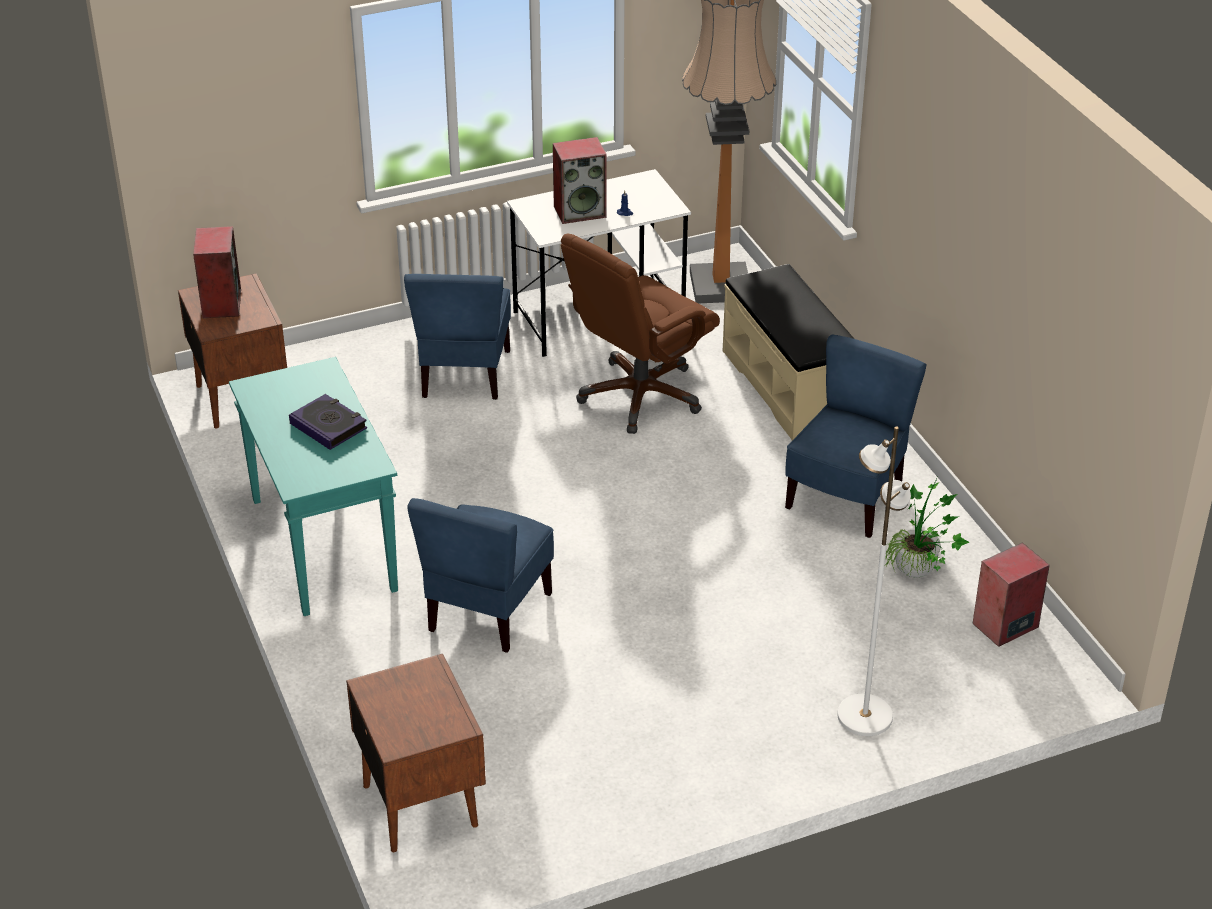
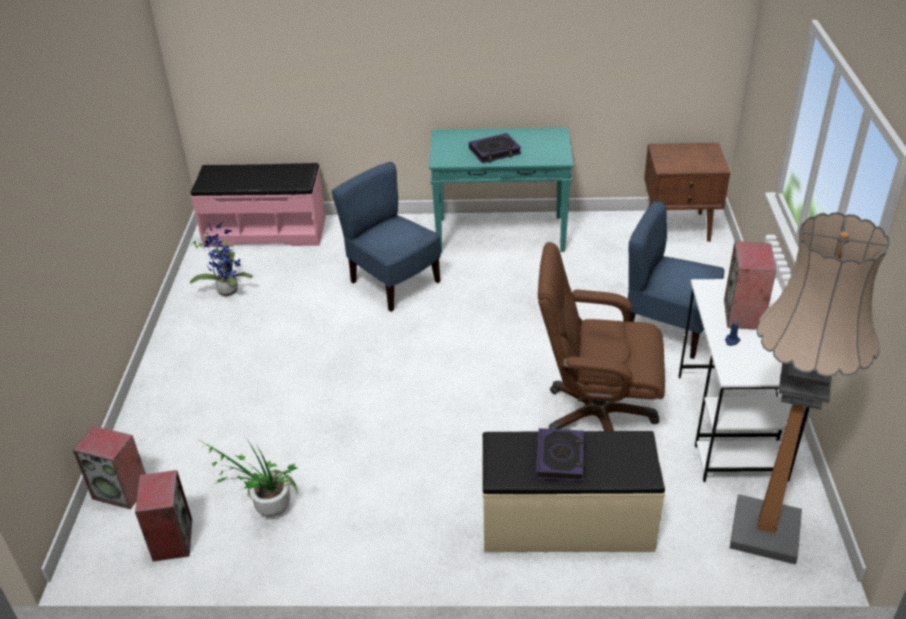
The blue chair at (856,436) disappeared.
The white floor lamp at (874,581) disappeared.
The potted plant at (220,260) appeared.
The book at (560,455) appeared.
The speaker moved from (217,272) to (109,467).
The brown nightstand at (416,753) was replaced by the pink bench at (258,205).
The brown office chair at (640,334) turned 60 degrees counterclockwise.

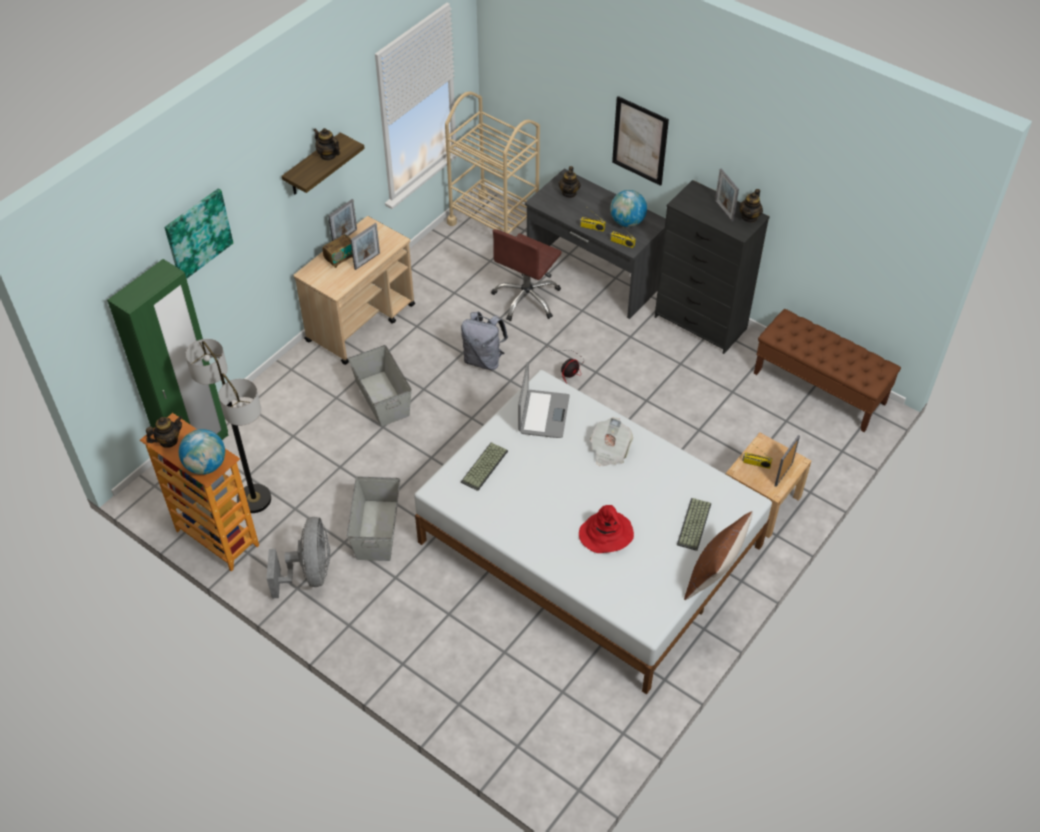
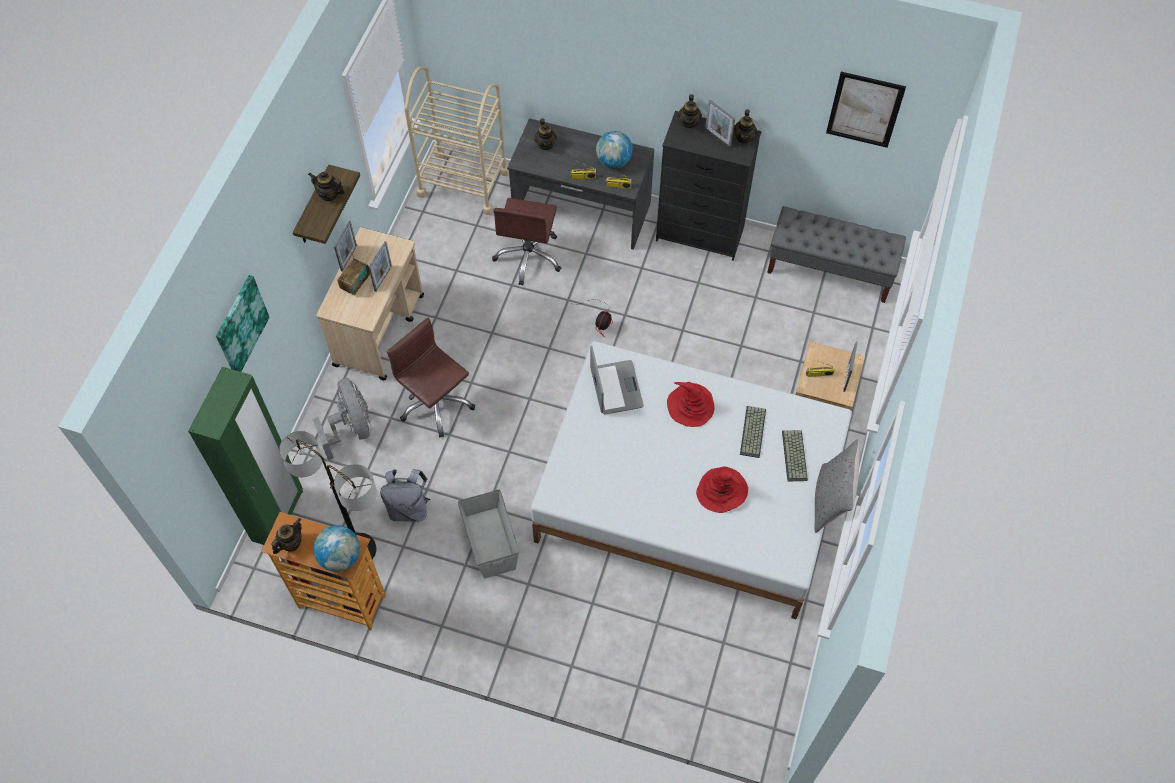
The teapot at (690,111) appeared.
The grey fan moved from (298,557) to (342,419).
The grey backpack moved from (484,341) to (405,495).
The keyboard moved from (484,467) to (753,432).
The picture moved from (640,141) to (866,110).
The grey storage box at (380,385) was replaced by the brown office chair at (431,377).
The newspaper at (611,441) was replaced by the red hat at (691,404).
The brown pillow at (718,556) became the grey pillow at (837,486).
The brown bench at (827,370) became the grey bench at (836,254).

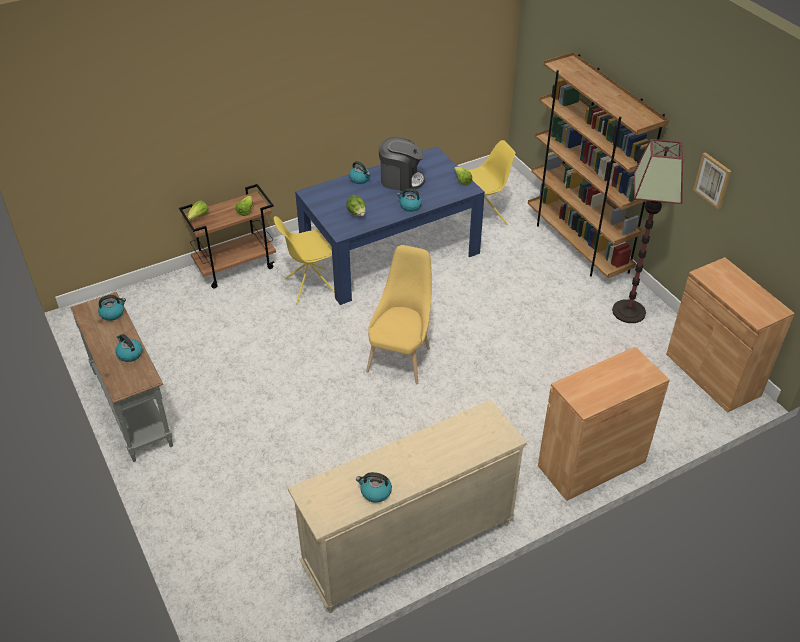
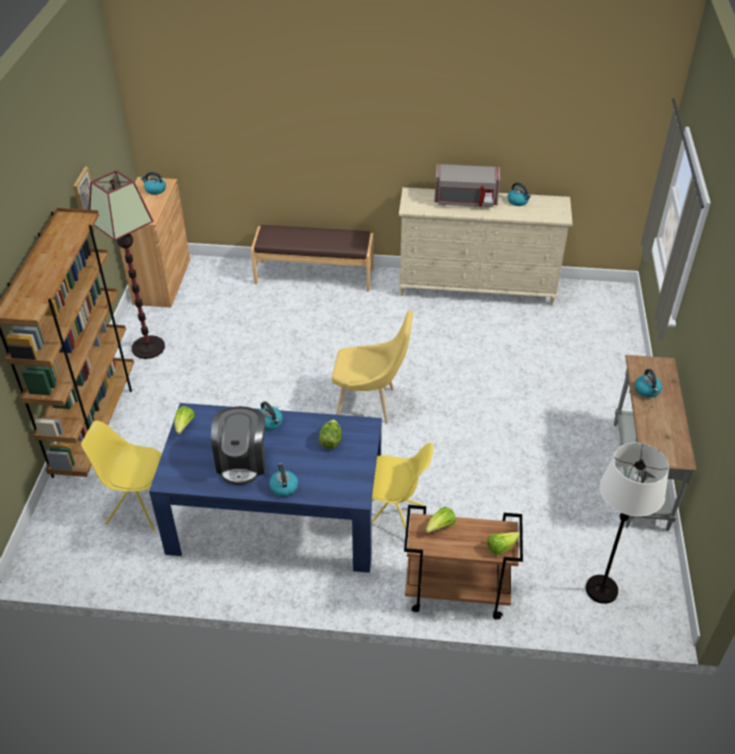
The grey microwave at (467,185) appeared.
The white floor lamp at (627,523) appeared.
The kettle moved from (112,308) to (153,183).
The brown cabinet at (603,424) was replaced by the brown bench at (312,258).
The yellow chair at (399,314) turned 135 degrees counterclockwise.
The coffee machine at (402,164) turned 135 degrees counterclockwise.

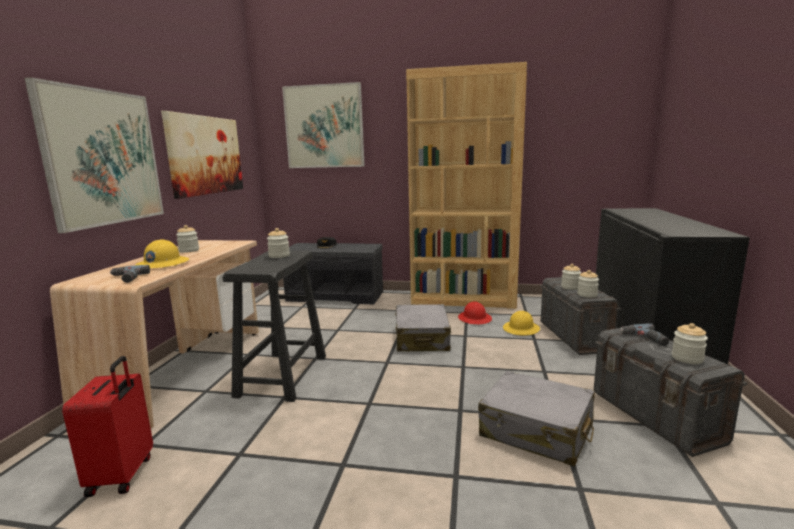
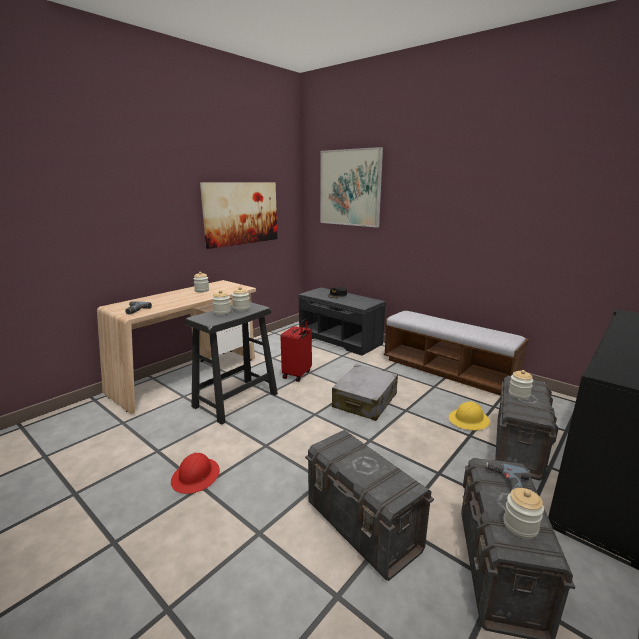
The picture at (94,155) disappeared.
The yellow hard hat at (162,253) disappeared.
The red suitcase moved from (107,426) to (296,350).
The red hard hat moved from (475,312) to (195,473).
The jar moved from (588,284) to (221,302).
The brown bookcase at (466,185) was replaced by the bench at (456,353).
The grey suitcase at (536,418) was replaced by the grey storage box at (369,505).

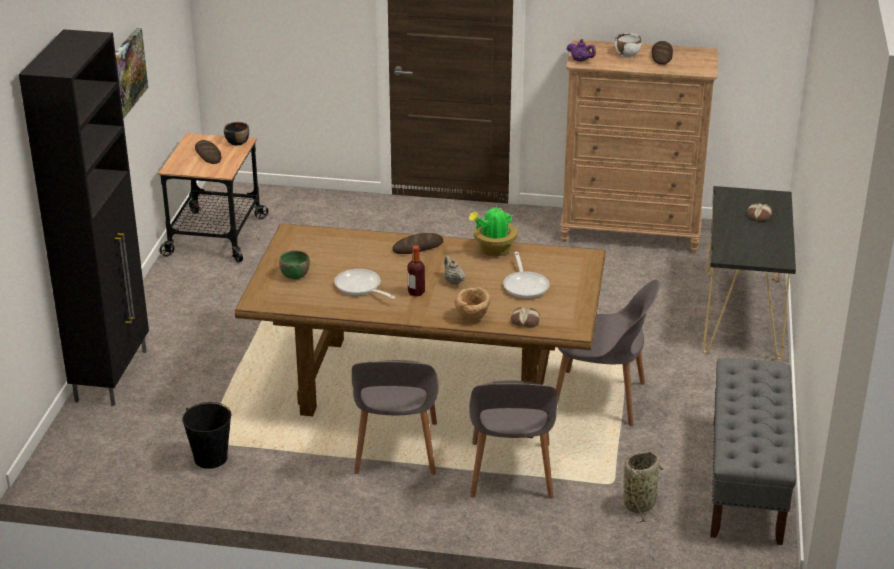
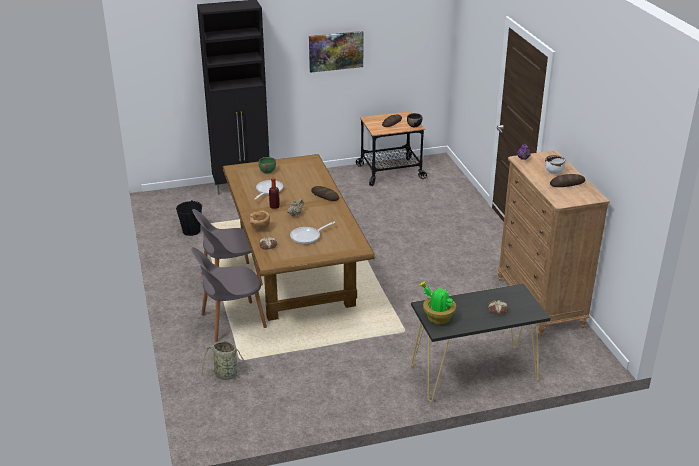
The grey chair at (608,352) disappeared.
The grey bench at (753,451) disappeared.
The potted plant moved from (493,231) to (437,302).

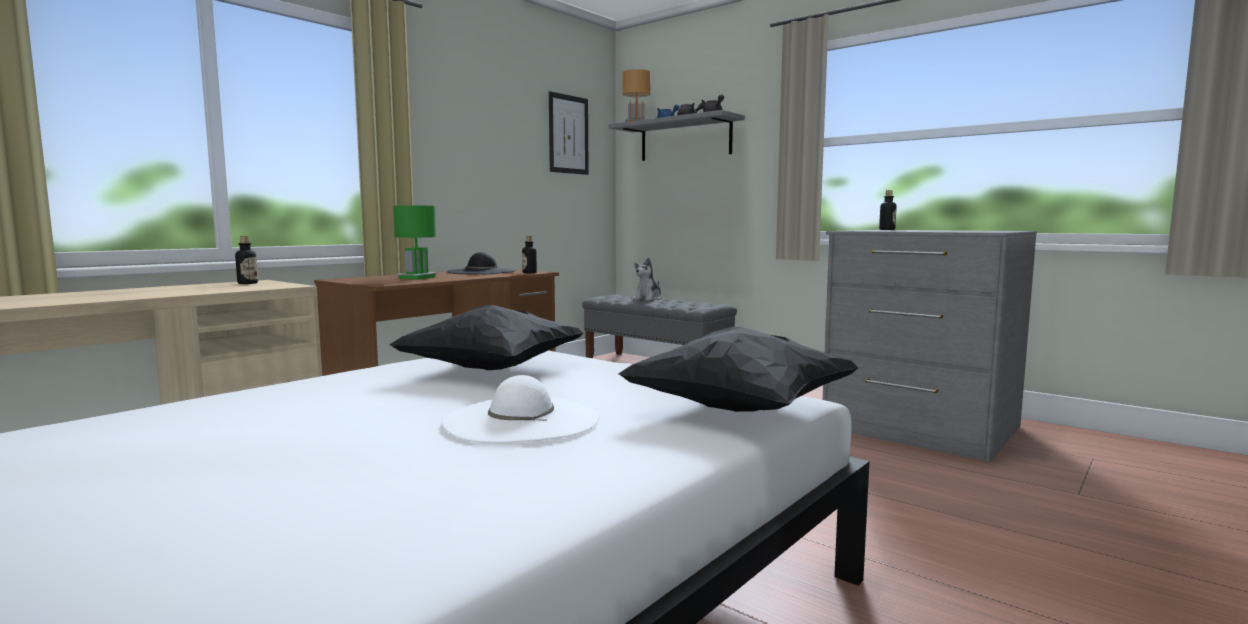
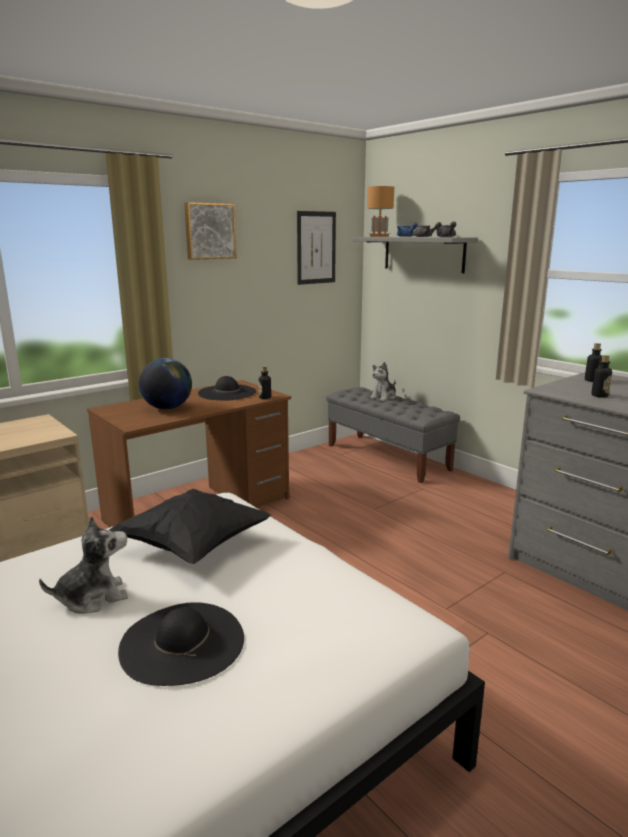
The black pillow at (739,369) disappeared.
The plush toy at (83,564) appeared.
The picture at (210,231) appeared.
The bottle moved from (246,260) to (601,376).
The green table lamp at (415,242) was replaced by the globe at (165,383).
The white hat at (520,409) became the black hat at (181,644).

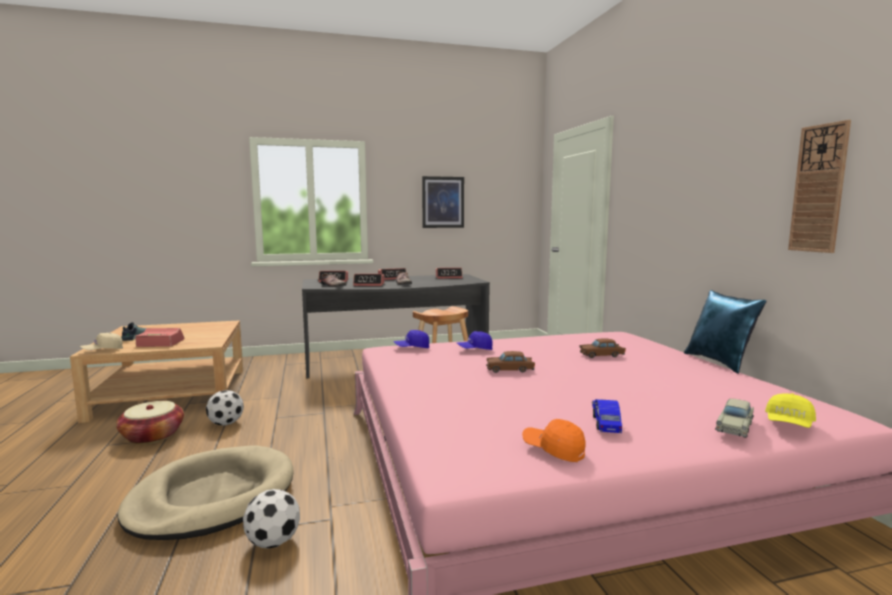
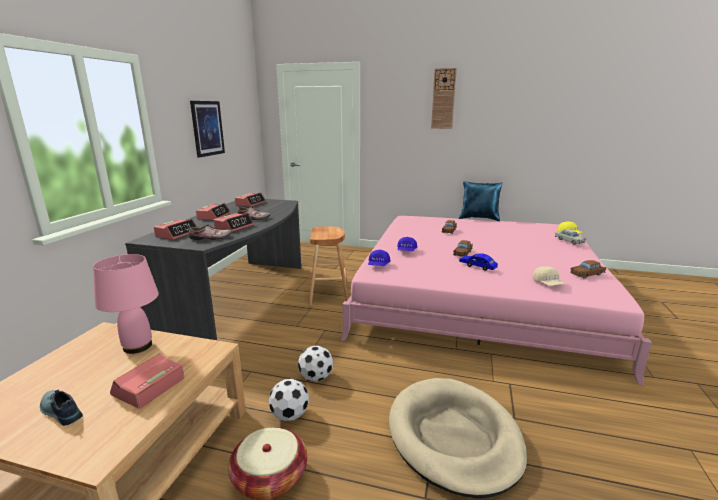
The pink table lamp at (126,304) appeared.
The beige cap moved from (101,341) to (548,276).
The football moved from (271,518) to (315,364).
The blue toy car moved from (607,416) to (478,262).
The wall clock moved from (819,186) to (444,98).
The orange cap at (554,440) was replaced by the brown toy car at (588,269).

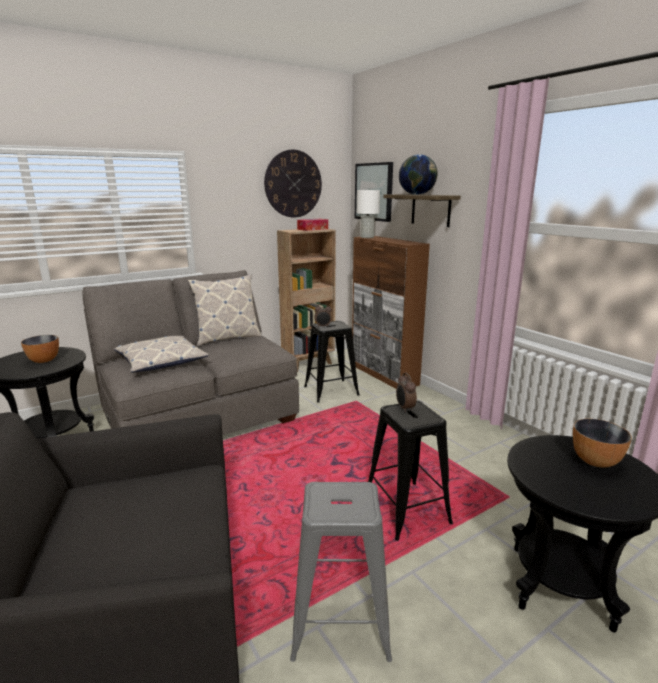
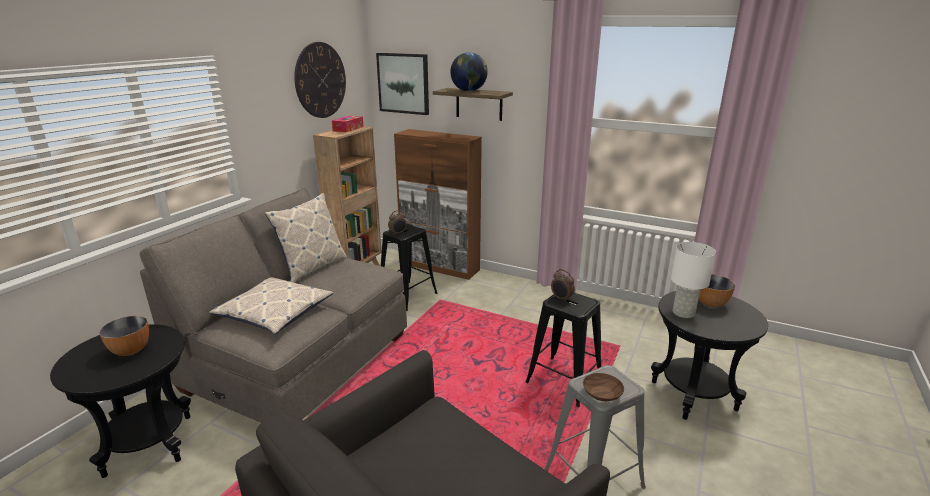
The brown bowl at (603,387) appeared.
The white table lamp moved from (368,214) to (693,280).

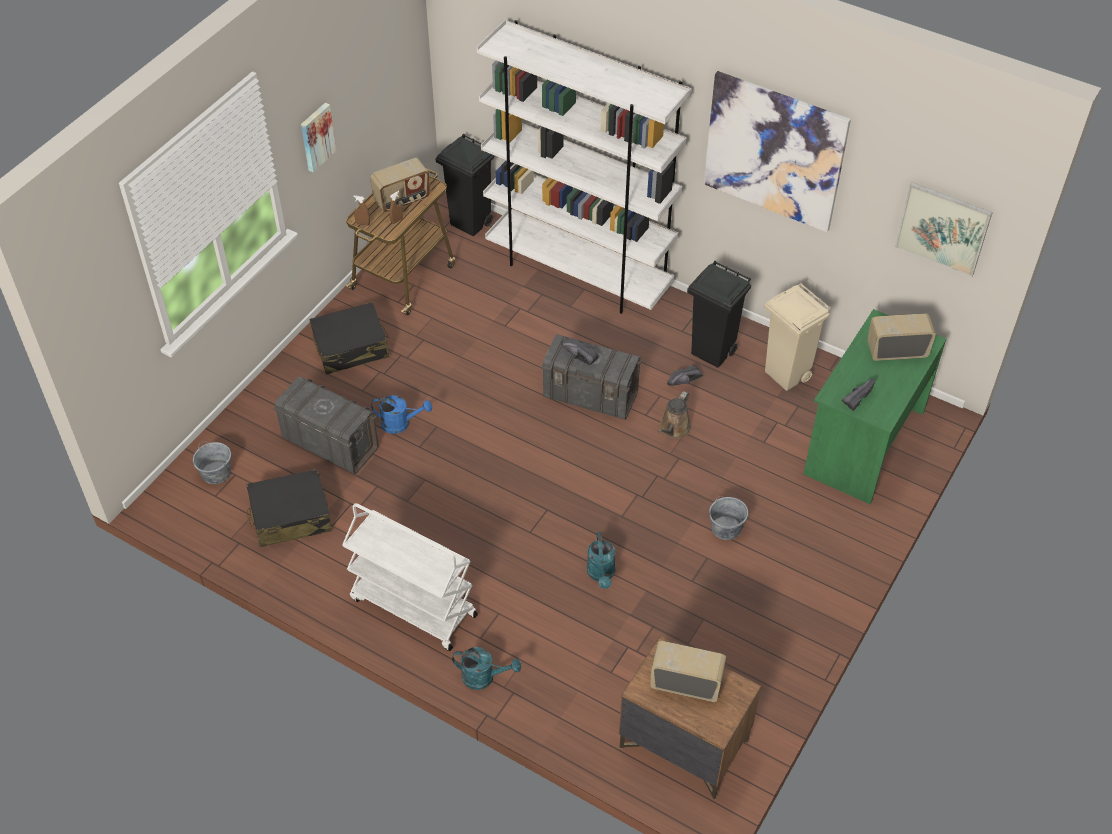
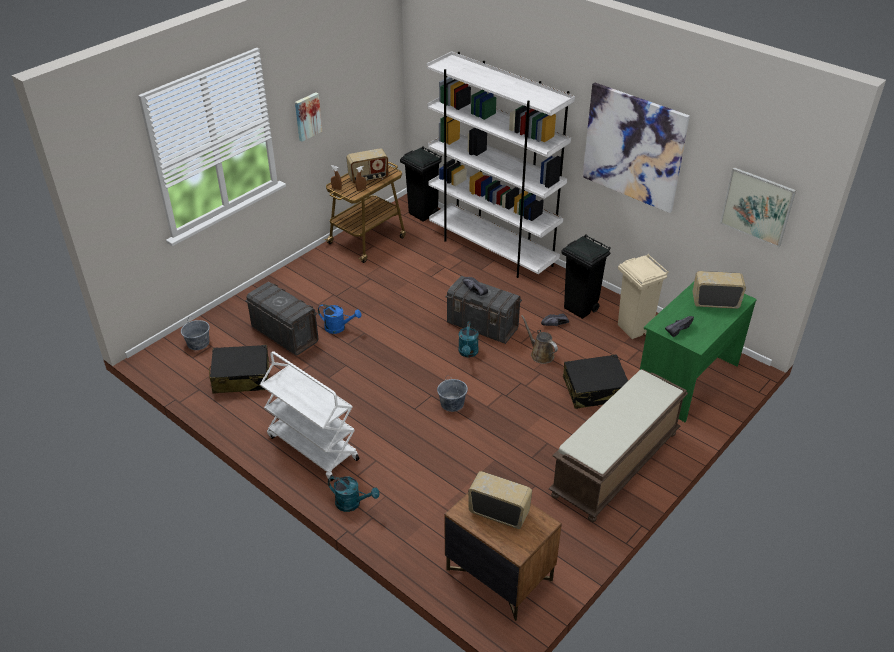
The brown bench at (618,445) appeared.
The black suitcase moved from (349,338) to (595,381).
The turquoise watering can moved from (601,560) to (468,339).
The grey bucket moved from (728,518) to (452,393).
The brown watering can at (674,414) turned 105 degrees clockwise.

